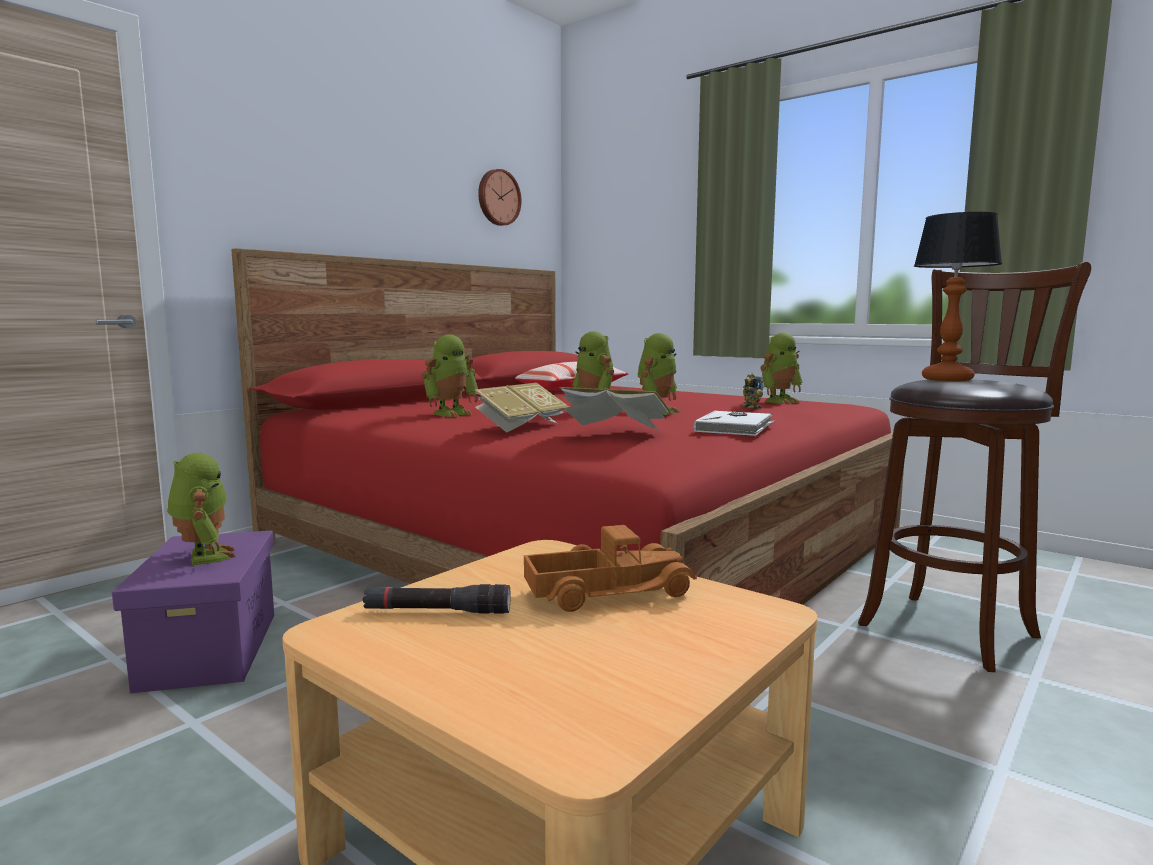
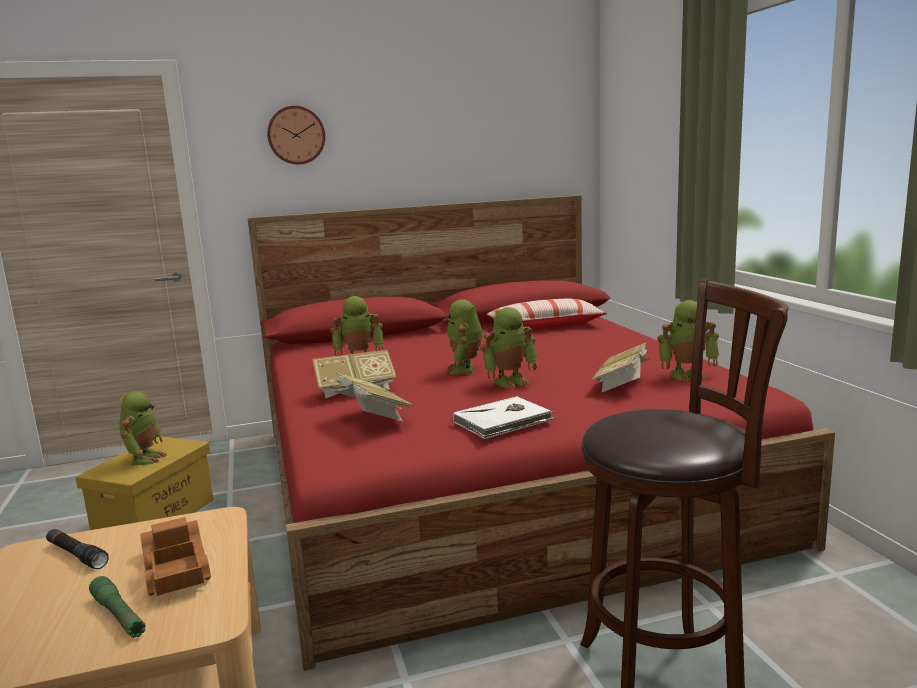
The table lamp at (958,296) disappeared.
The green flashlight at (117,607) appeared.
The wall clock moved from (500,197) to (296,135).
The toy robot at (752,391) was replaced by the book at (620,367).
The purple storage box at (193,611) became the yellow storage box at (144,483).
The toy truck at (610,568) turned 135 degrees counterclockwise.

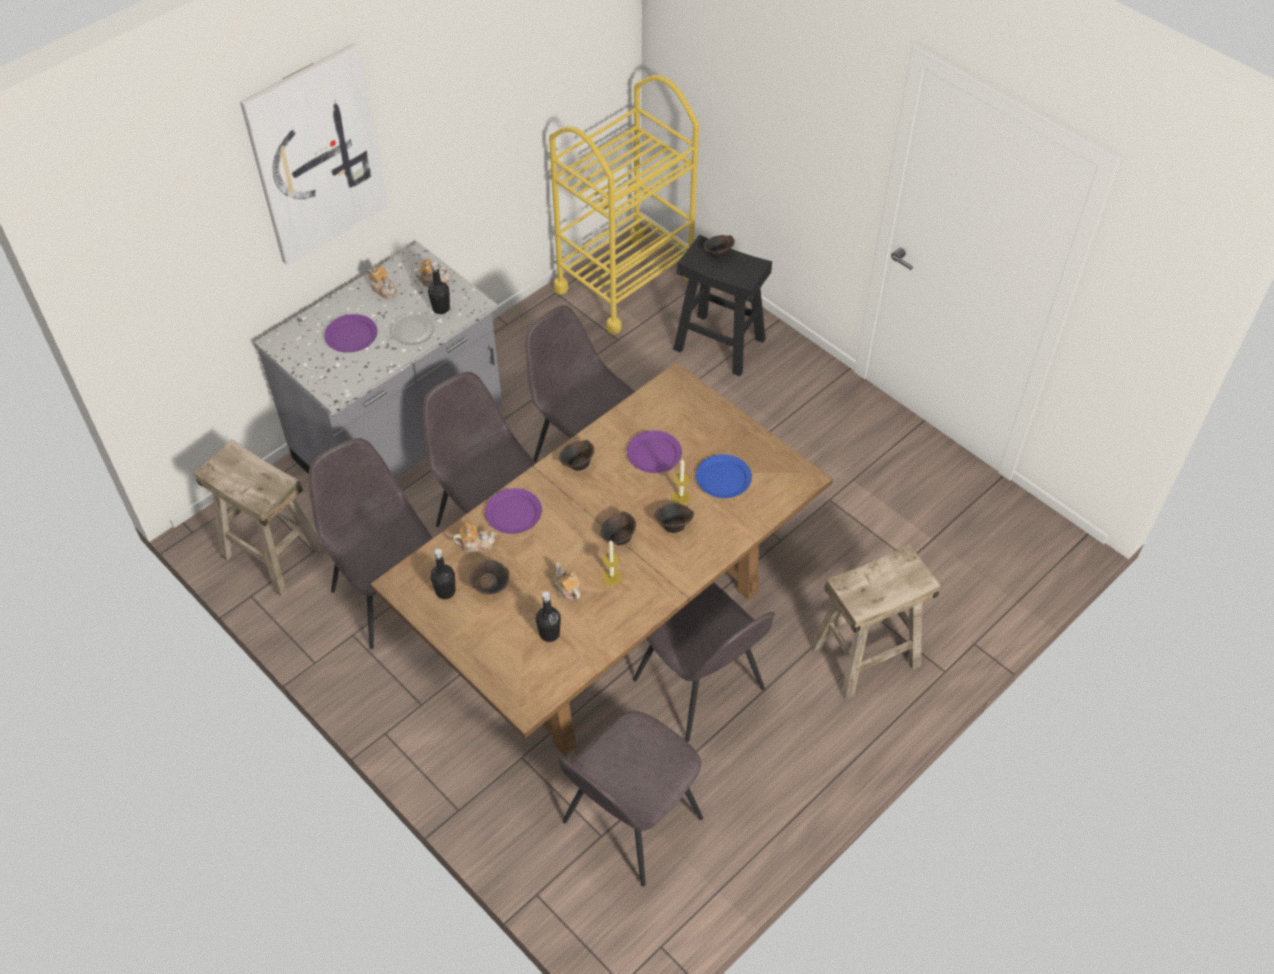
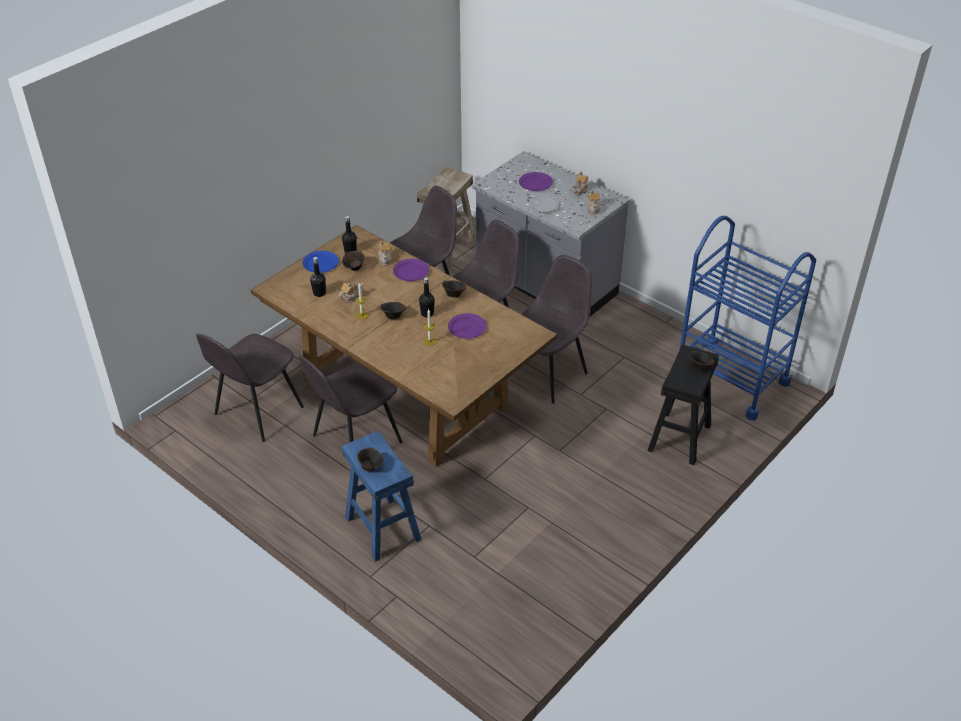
The picture at (314,154) disappeared.
The black bottle moved from (439,288) to (427,297).
The brown bowl moved from (674,518) to (370,460).
The blue plate moved from (724,476) to (320,262).
The yellow cart at (624,205) became the blue cart at (748,318).
The beige stool at (875,622) became the blue stool at (382,496).
The grey chair at (630,798) turned 90 degrees counterclockwise.

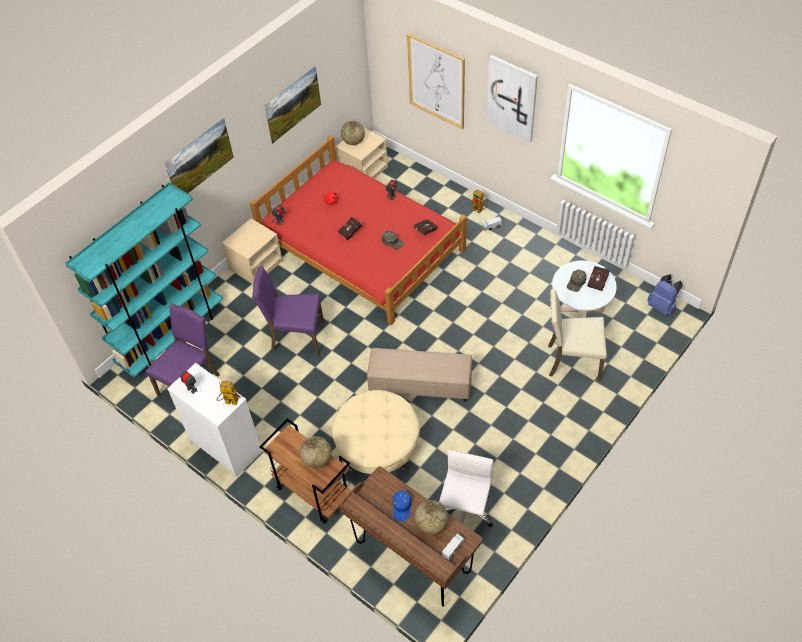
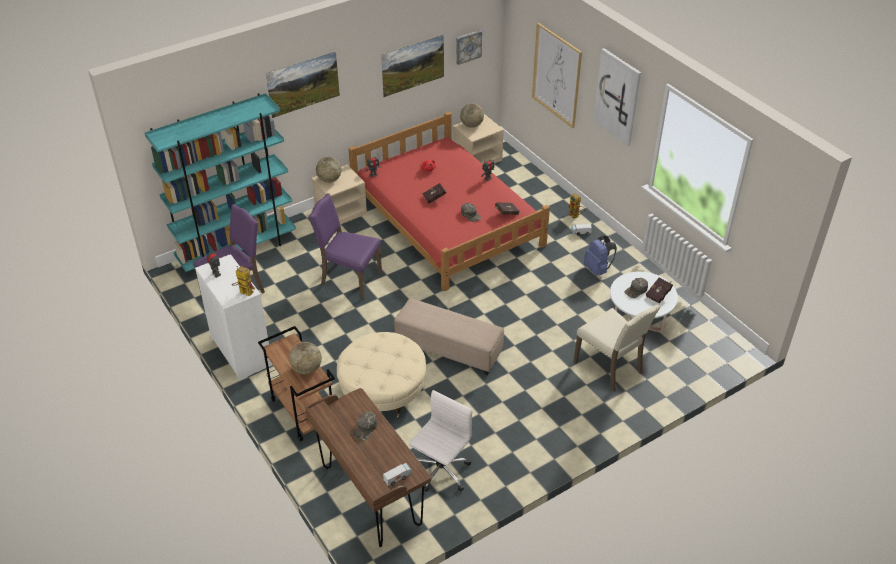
The picture at (469,47) appeared.
The globe moved from (431,517) to (329,170).
The blue backpack moved from (664,295) to (600,255).
The blue cap at (402,505) became the green cap at (365,425).
The beige chair at (577,335) turned 150 degrees counterclockwise.

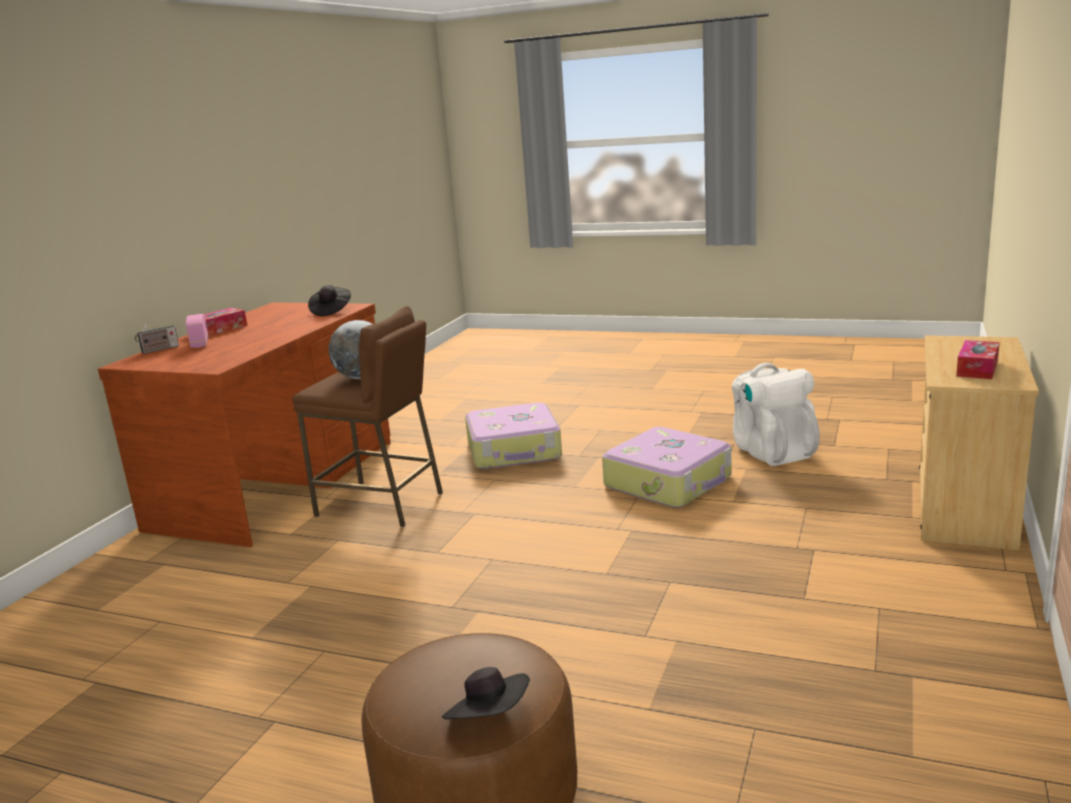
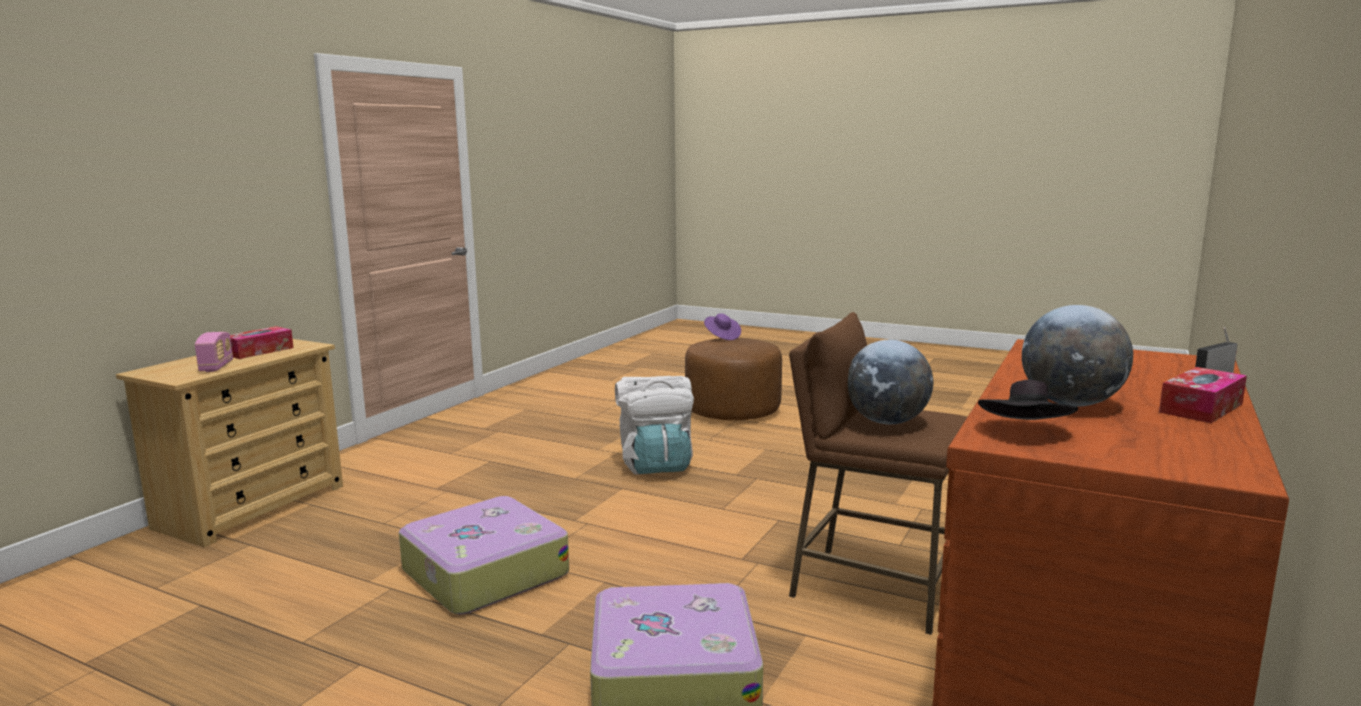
The globe at (1077,356) appeared.
The radio moved from (197,331) to (214,352).
The white backpack moved from (776,414) to (654,425).
The black hat at (486,693) became the purple hat at (722,326).

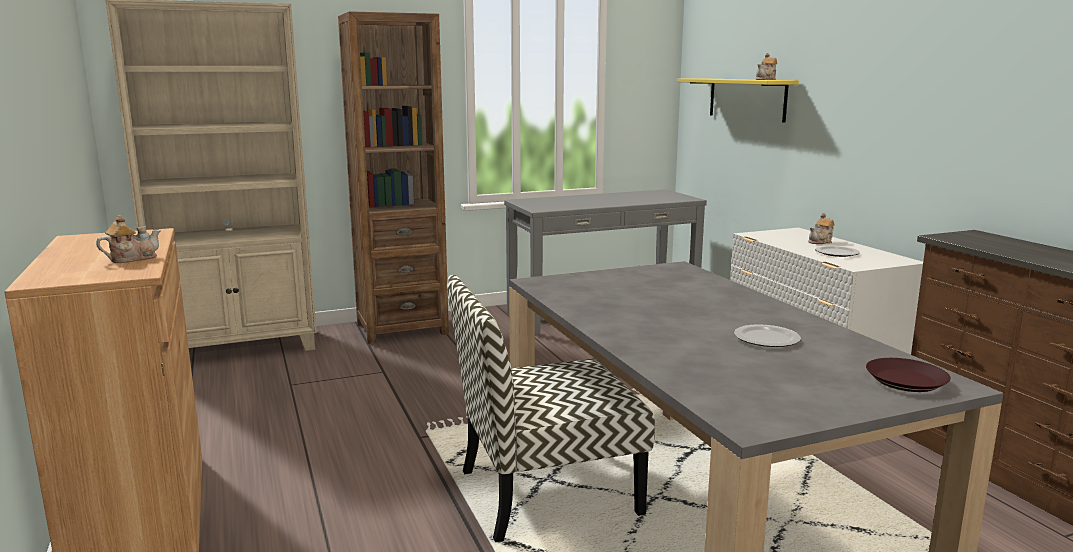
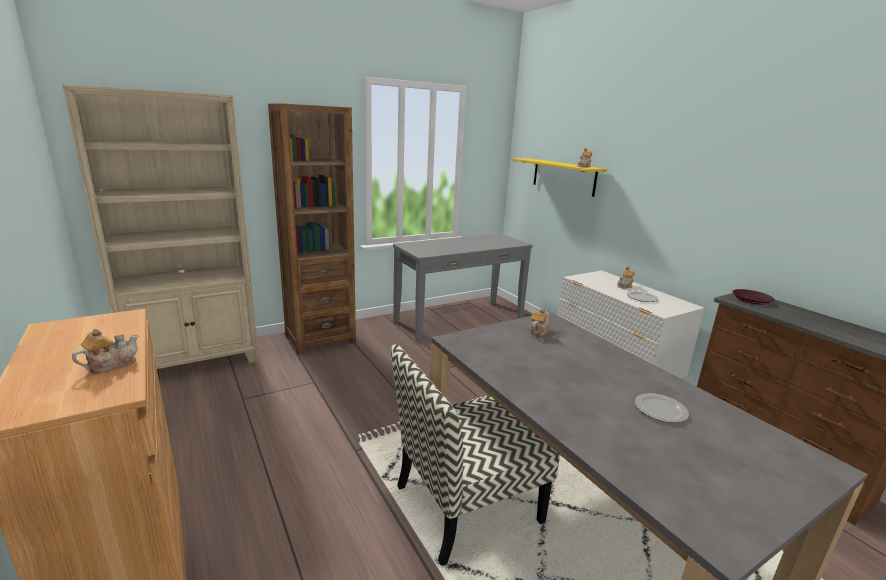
The teapot at (539,322) appeared.
The brown plate moved from (908,375) to (753,297).

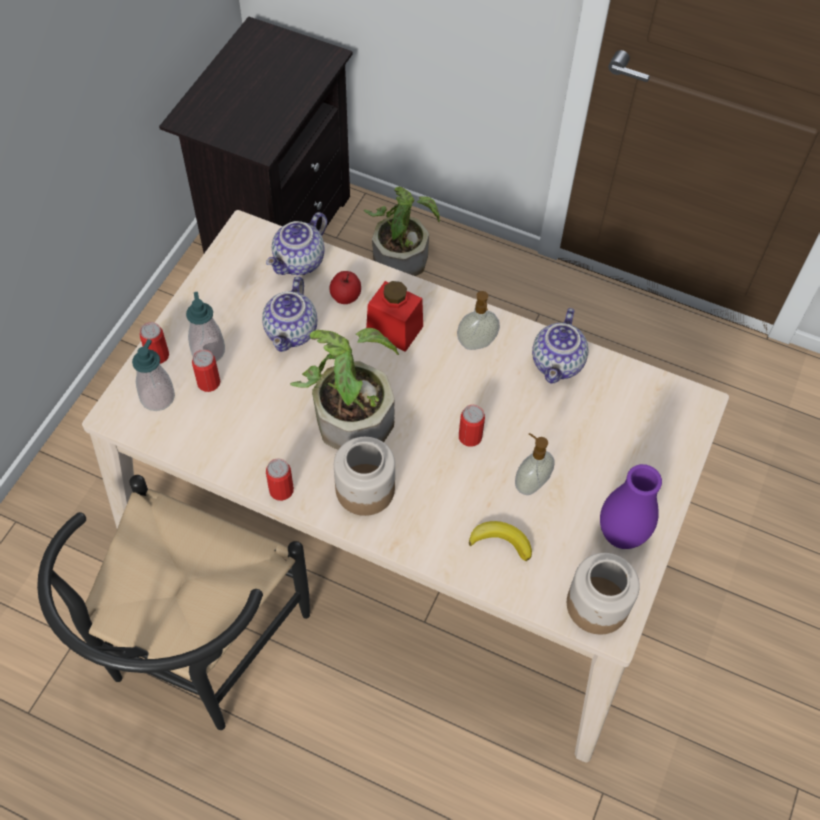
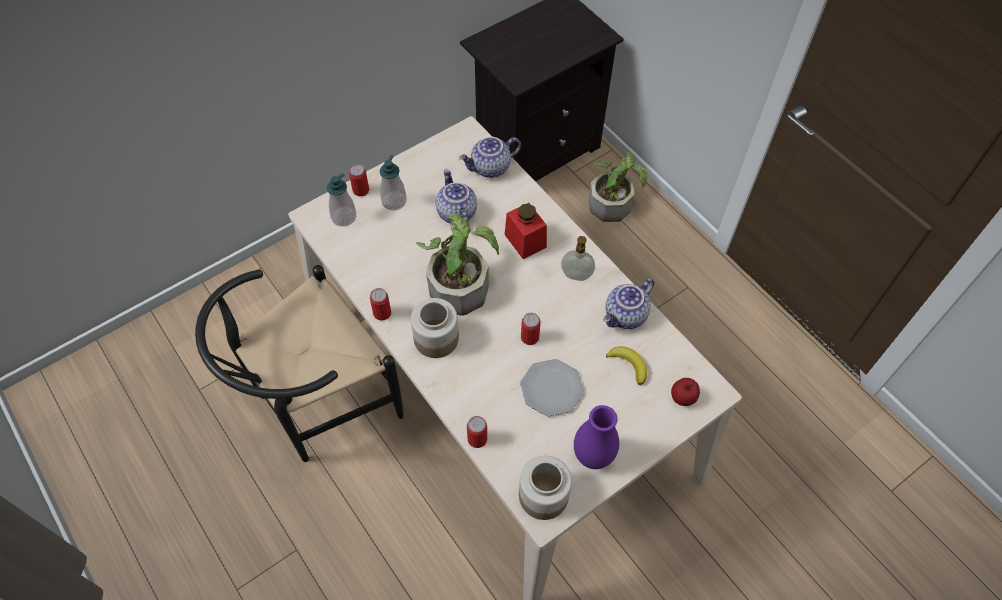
The can moved from (206,371) to (477,432).
The apple moved from (345,287) to (685,392).
The banana moved from (500,541) to (626,365).
The soap dispenser at (535,464) was replaced by the plate at (552,388).
The teapot at (289,314) turned 120 degrees clockwise.

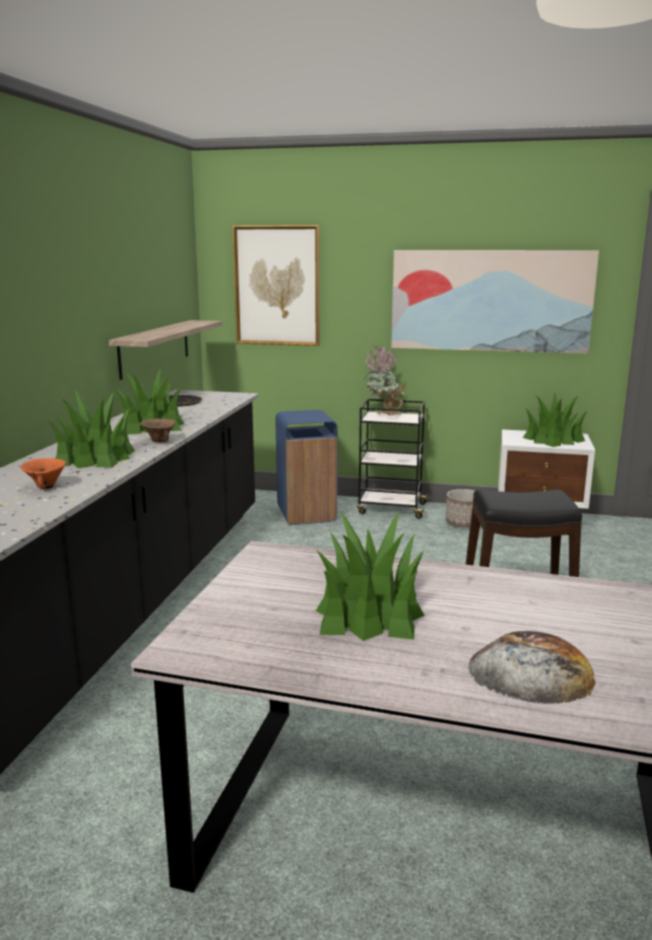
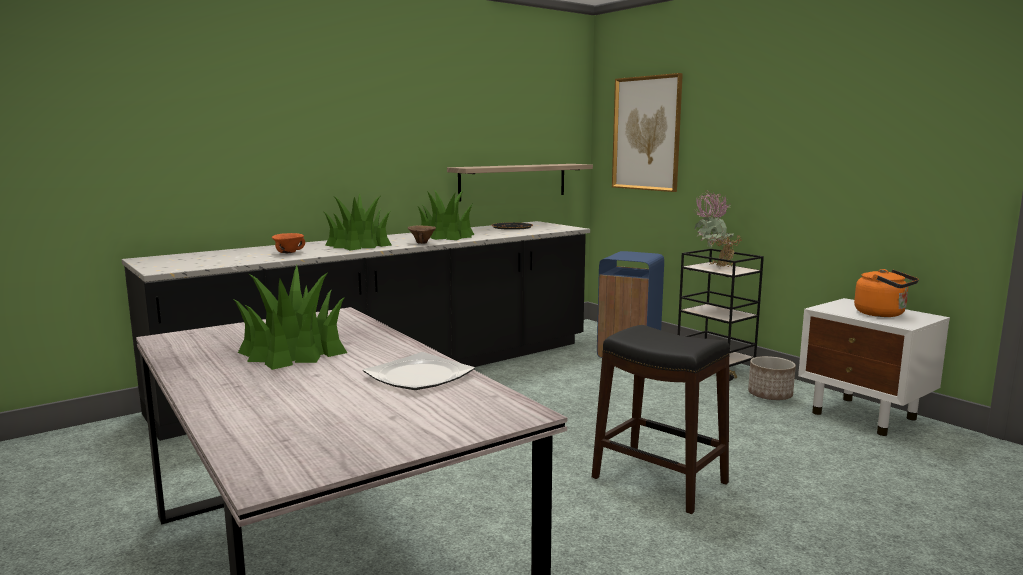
The picture at (495,302) disappeared.
The bread at (531,667) disappeared.
The plate at (419,371) appeared.
The potted plant at (555,419) was replaced by the orange kettle at (886,293).

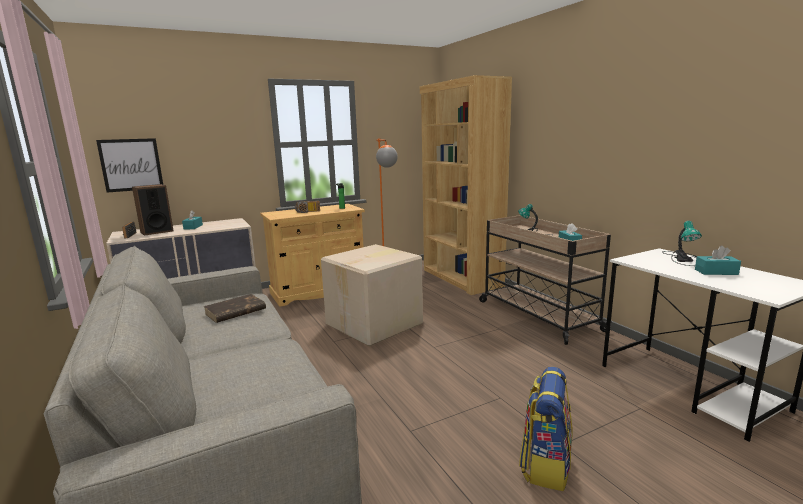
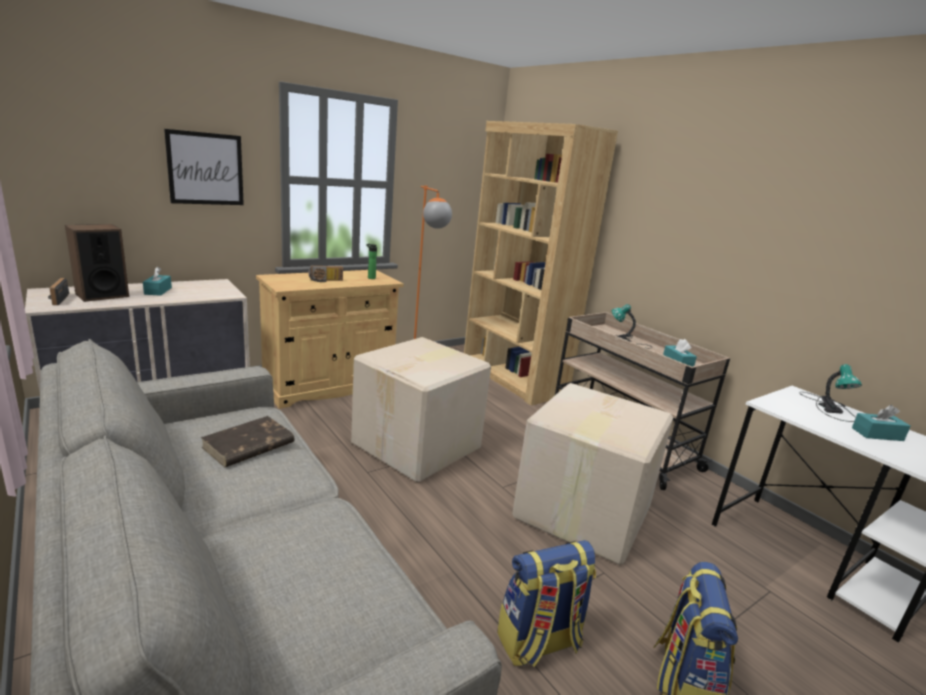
The backpack at (546,603) appeared.
The cardboard box at (592,474) appeared.
The picture moved from (129,165) to (204,167).

